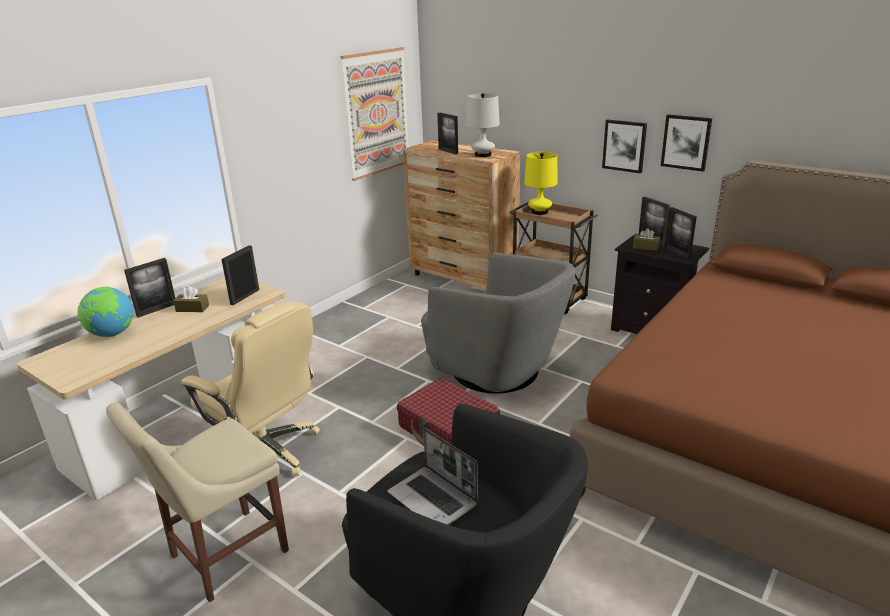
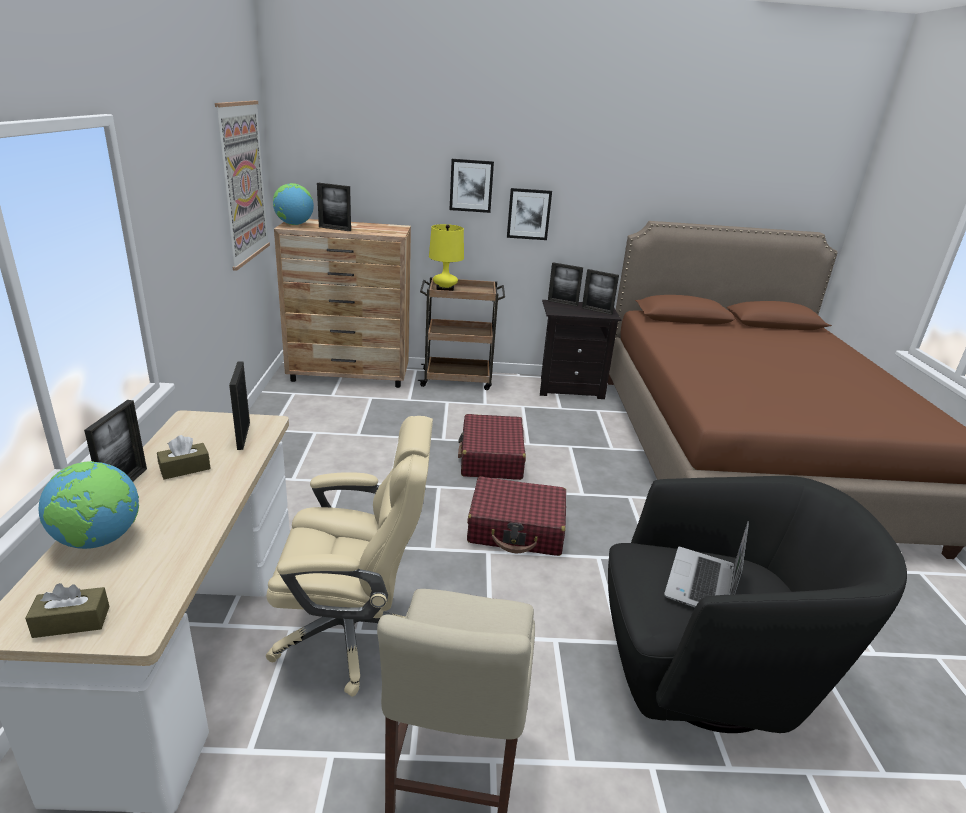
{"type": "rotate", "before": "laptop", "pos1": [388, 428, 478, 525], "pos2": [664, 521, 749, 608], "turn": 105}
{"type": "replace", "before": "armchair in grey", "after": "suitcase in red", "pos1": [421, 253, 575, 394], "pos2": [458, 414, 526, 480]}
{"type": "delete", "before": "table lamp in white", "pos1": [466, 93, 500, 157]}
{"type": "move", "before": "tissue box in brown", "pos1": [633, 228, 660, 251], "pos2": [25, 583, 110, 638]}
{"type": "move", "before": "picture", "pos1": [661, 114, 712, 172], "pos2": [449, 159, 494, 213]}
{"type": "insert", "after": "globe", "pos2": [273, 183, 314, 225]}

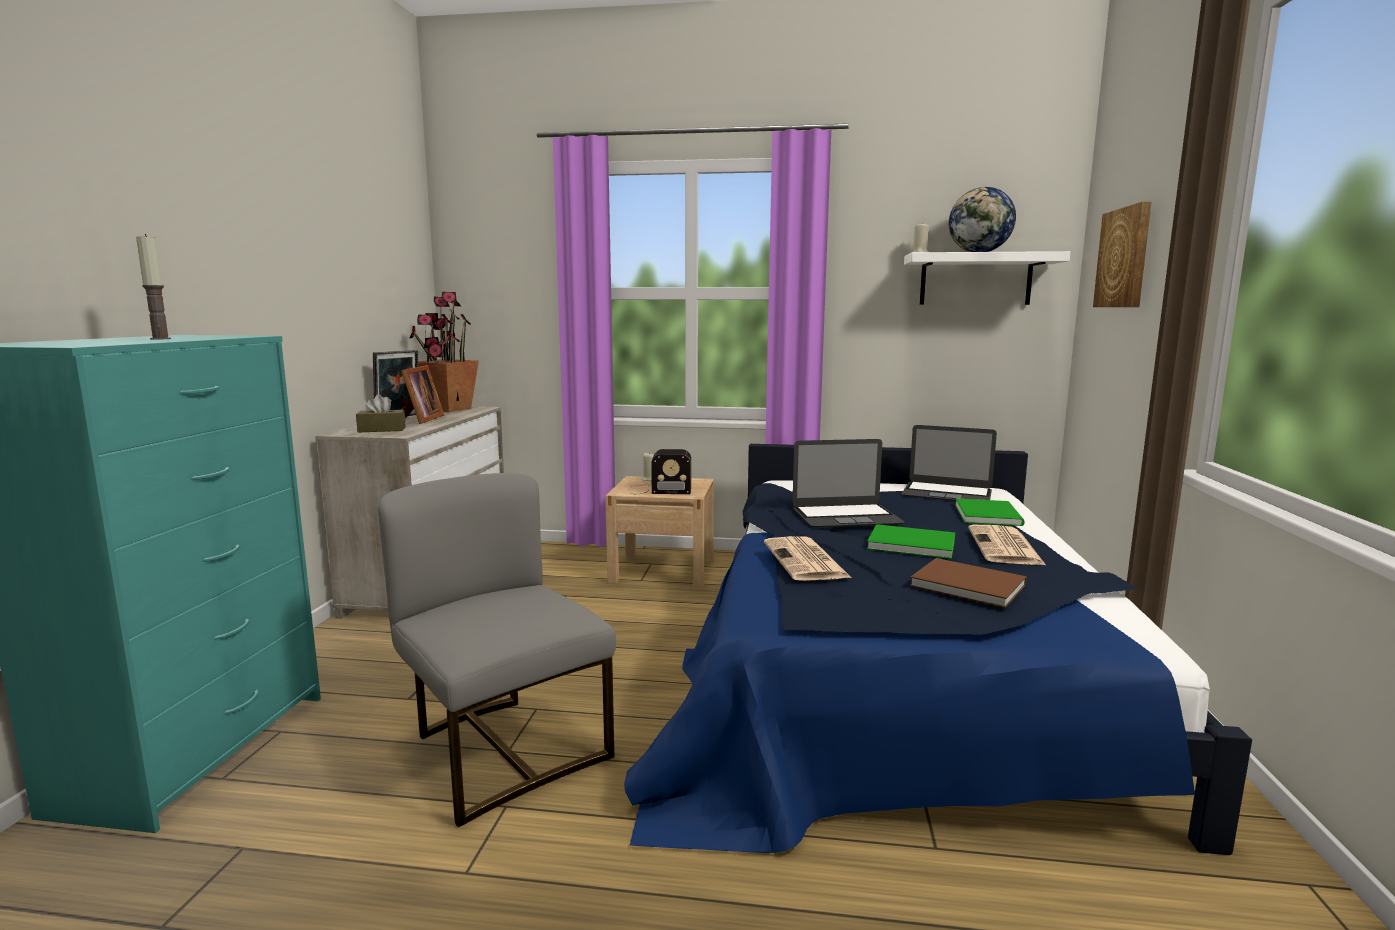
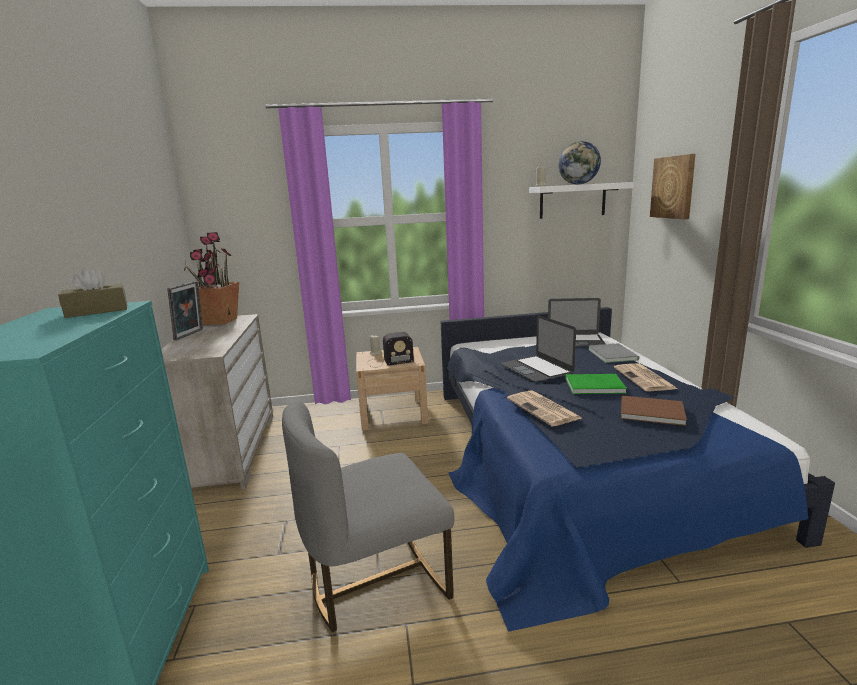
{"type": "delete", "before": "candle", "pos1": [136, 234, 171, 340]}
{"type": "move", "before": "tissue box in brown", "pos1": [356, 394, 406, 433], "pos2": [58, 267, 127, 318]}
{"type": "rotate", "before": "chair in grey", "pos1": [378, 473, 616, 827], "pos2": [282, 401, 455, 632], "turn": -60}
{"type": "delete", "before": "picture frame", "pos1": [401, 365, 444, 424]}
{"type": "rotate", "before": "laptop", "pos1": [792, 439, 904, 528], "pos2": [501, 315, 576, 382], "turn": 90}
{"type": "recolor", "before": "book in green", "after": "book in grey", "pos1": [955, 498, 1025, 526], "pos2": [588, 343, 639, 363]}

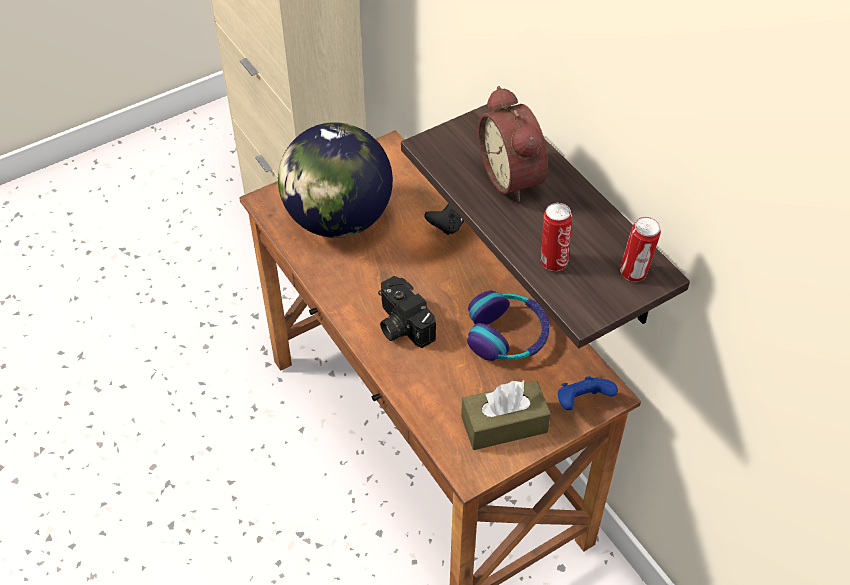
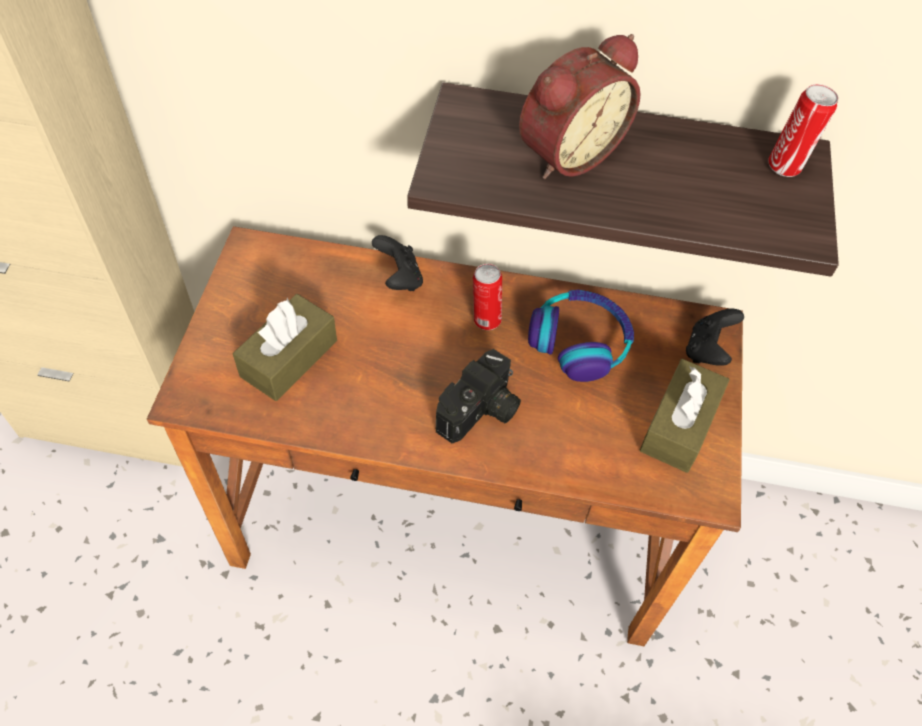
{"type": "replace", "before": "globe", "after": "tissue box in brown", "pos1": [278, 122, 393, 238], "pos2": [233, 294, 337, 401]}
{"type": "rotate", "before": "photo camera", "pos1": [378, 276, 436, 348], "pos2": [436, 349, 521, 443], "turn": -60}
{"type": "rotate", "before": "alarm clock", "pos1": [478, 86, 548, 202], "pos2": [519, 34, 640, 179], "turn": -60}
{"type": "move", "before": "can", "pos1": [541, 203, 572, 271], "pos2": [473, 264, 502, 330]}
{"type": "recolor", "before": "game controller in blue", "after": "game controller in black", "pos1": [558, 376, 618, 410], "pos2": [686, 309, 744, 366]}

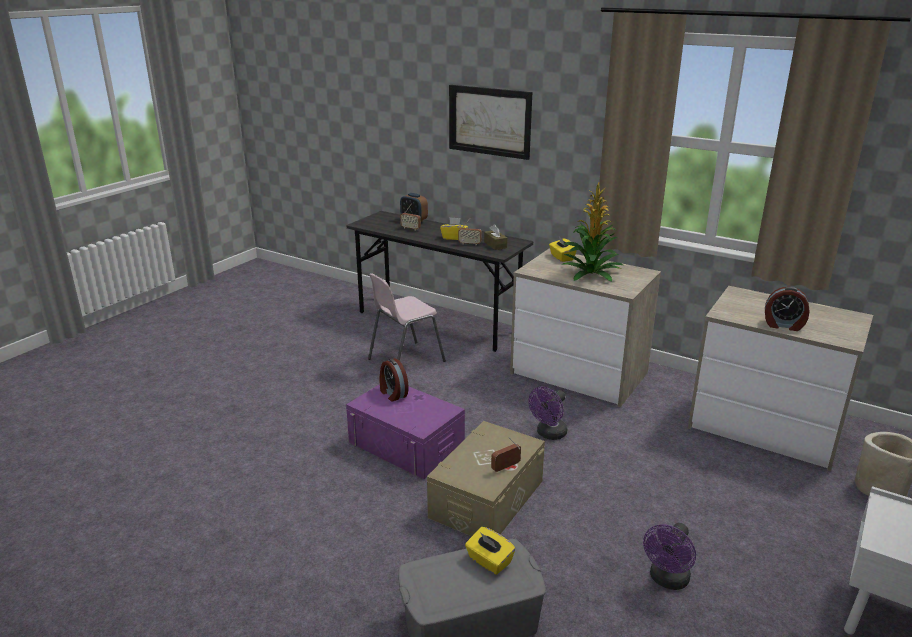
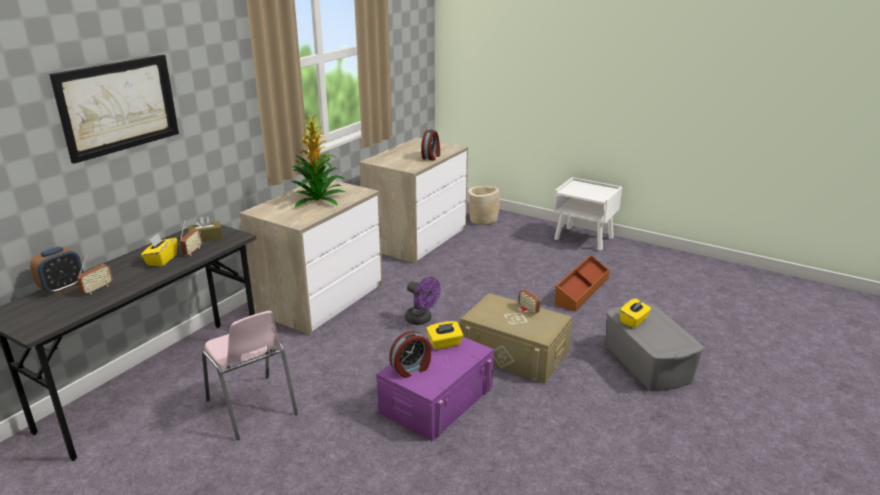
{"type": "move", "before": "tissue box in yellow", "pos1": [549, 237, 577, 262], "pos2": [426, 321, 463, 350]}
{"type": "replace", "before": "fan in purple", "after": "storage box in brown", "pos1": [643, 523, 696, 590], "pos2": [554, 255, 609, 311]}

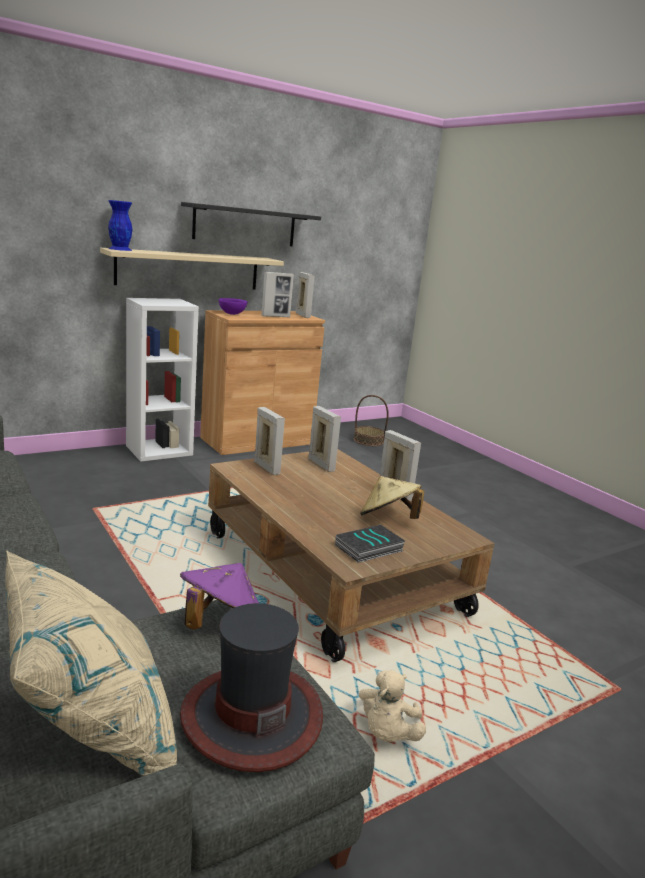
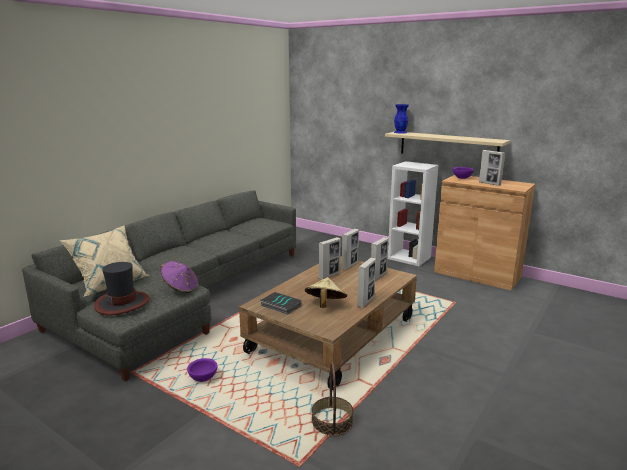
{"type": "delete", "before": "shelf in black", "pos1": [181, 202, 321, 246]}
{"type": "move", "before": "picture frame", "pos1": [296, 272, 314, 318], "pos2": [319, 237, 341, 280]}
{"type": "move", "before": "basket", "pos1": [354, 395, 389, 446], "pos2": [312, 362, 353, 436]}
{"type": "replace", "before": "plush toy in beige", "after": "bowl in purple", "pos1": [359, 670, 426, 742], "pos2": [187, 358, 217, 382]}

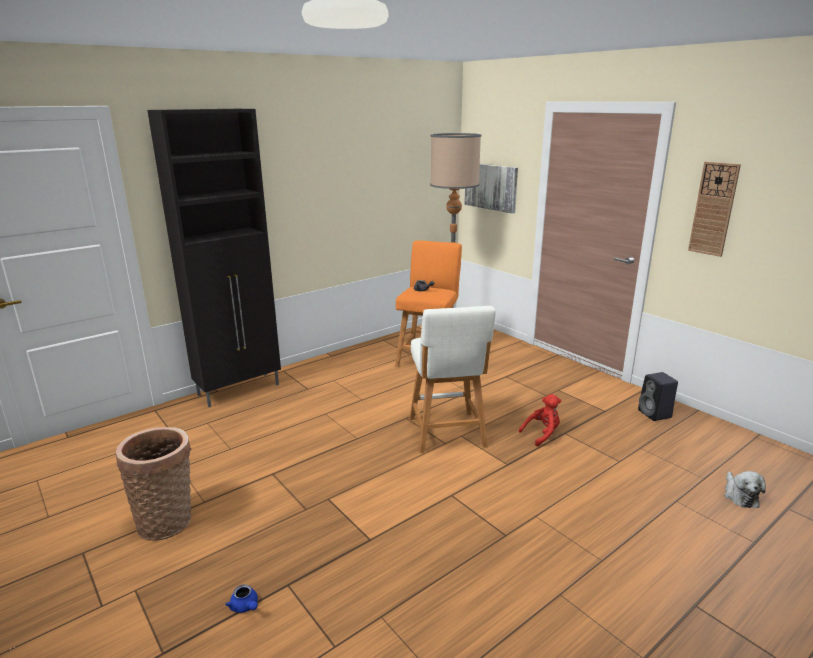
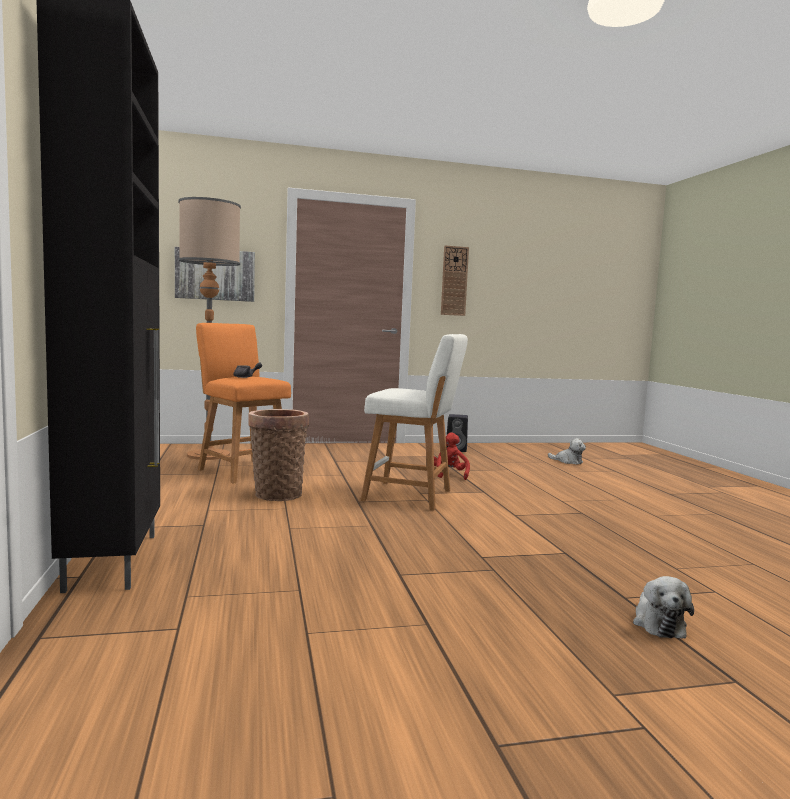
{"type": "move", "before": "basket", "pos1": [116, 427, 191, 541], "pos2": [248, 409, 309, 501]}
{"type": "replace", "before": "teapot in blue", "after": "plush toy", "pos1": [225, 584, 258, 613], "pos2": [633, 576, 694, 639]}

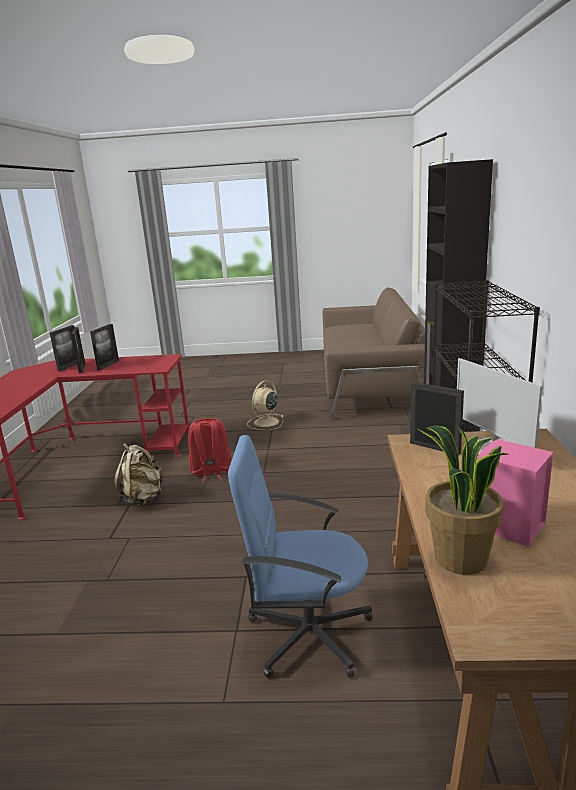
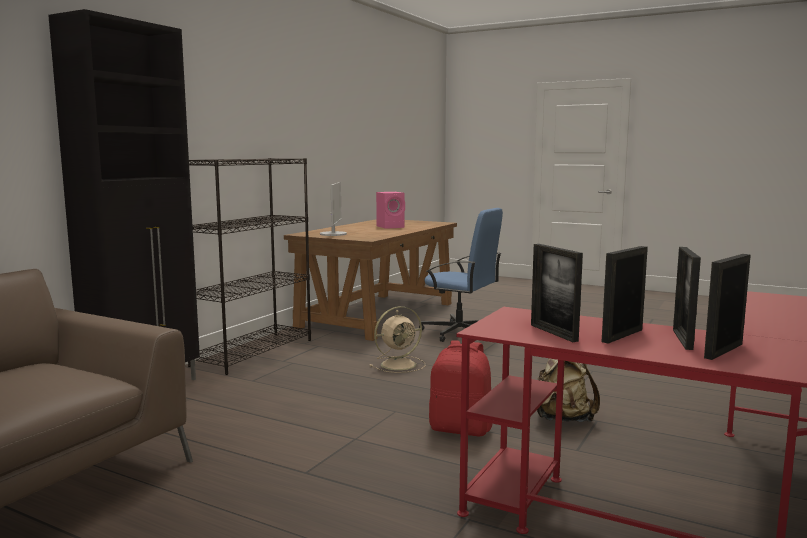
{"type": "move", "before": "fan in beige", "pos1": [247, 380, 283, 430], "pos2": [370, 306, 425, 373]}
{"type": "move", "before": "picture frame", "pos1": [410, 382, 464, 455], "pos2": [531, 244, 583, 342]}
{"type": "delete", "before": "potted plant", "pos1": [418, 426, 509, 575]}

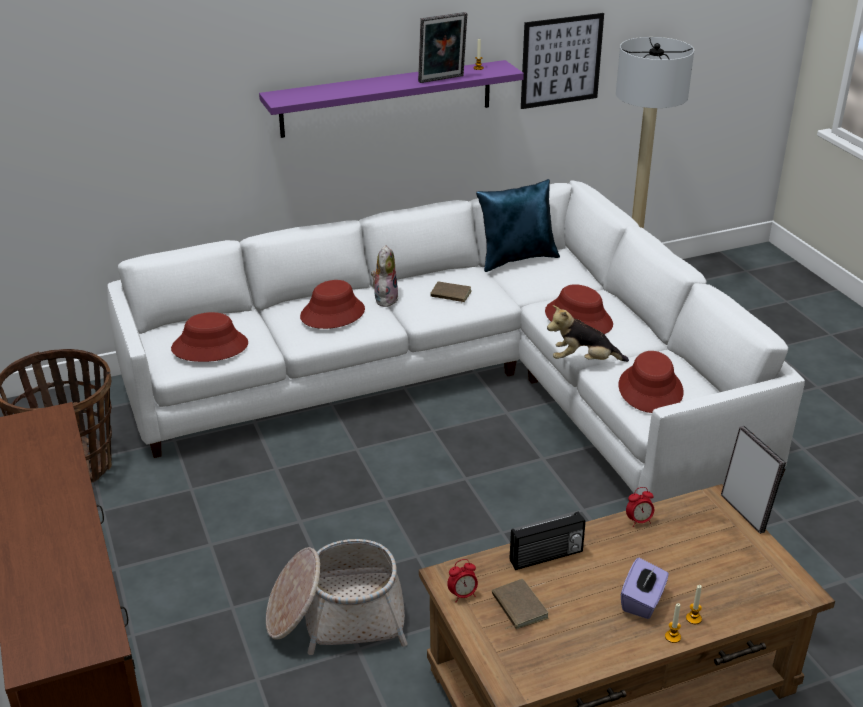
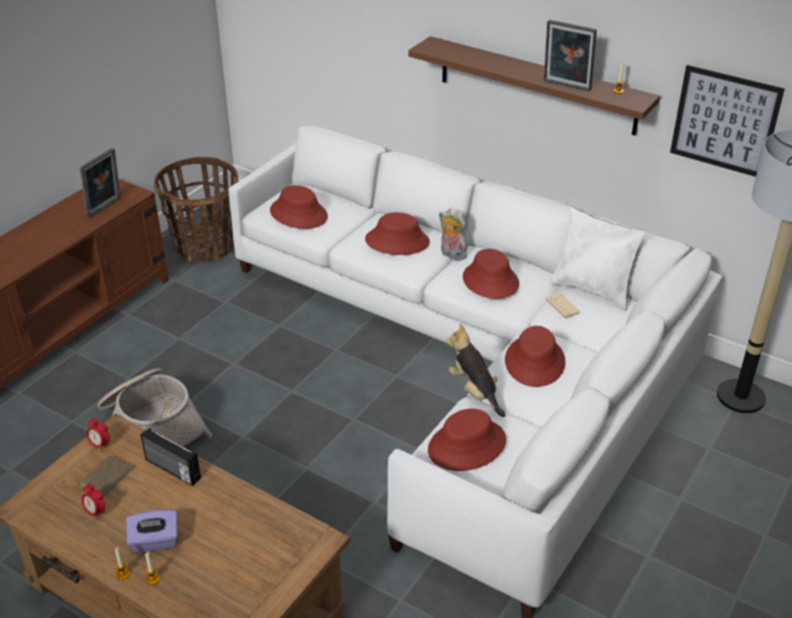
{"type": "recolor", "before": "shelf in purple", "after": "shelf in brown", "pos1": [259, 60, 524, 138], "pos2": [408, 36, 660, 136]}
{"type": "rotate", "before": "plush toy", "pos1": [371, 245, 398, 307], "pos2": [439, 207, 467, 261], "turn": -120}
{"type": "replace", "before": "book in brown", "after": "hat in red", "pos1": [430, 282, 472, 303], "pos2": [463, 249, 519, 299]}
{"type": "recolor", "before": "pillow in blue", "after": "pillow in white", "pos1": [476, 179, 560, 272], "pos2": [549, 207, 647, 311]}
{"type": "move", "before": "alarm clock", "pos1": [626, 487, 654, 527], "pos2": [81, 483, 105, 520]}
{"type": "move", "before": "picture frame", "pos1": [721, 426, 786, 534], "pos2": [80, 148, 120, 218]}
{"type": "insert", "after": "game controller in beige", "pos2": [546, 293, 580, 318]}

